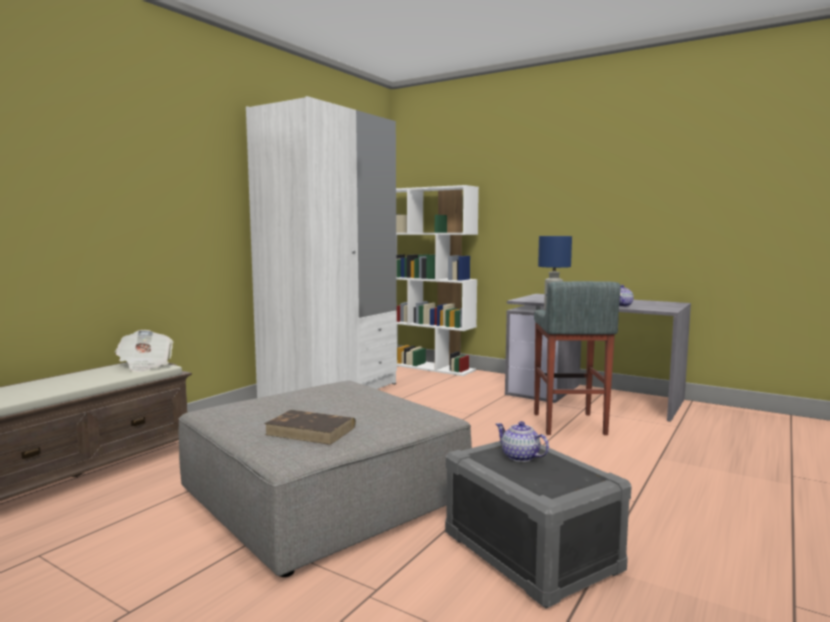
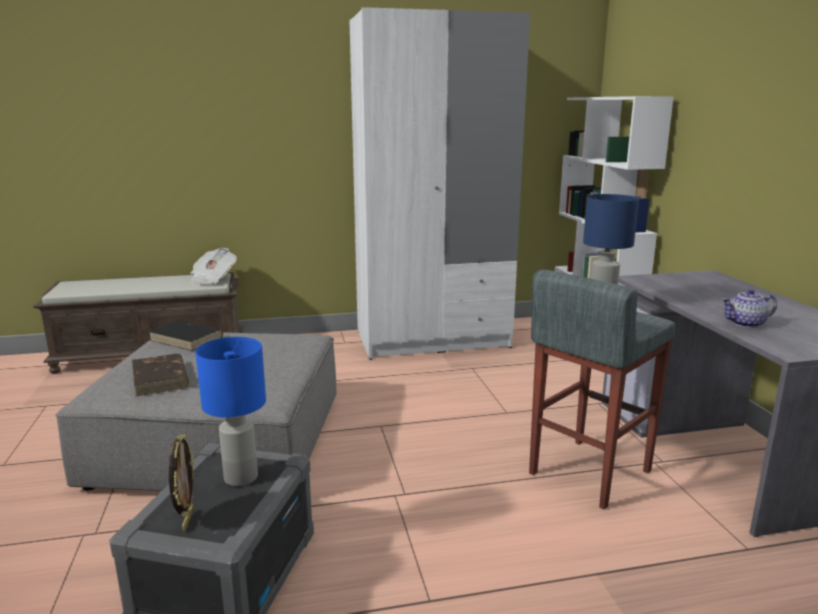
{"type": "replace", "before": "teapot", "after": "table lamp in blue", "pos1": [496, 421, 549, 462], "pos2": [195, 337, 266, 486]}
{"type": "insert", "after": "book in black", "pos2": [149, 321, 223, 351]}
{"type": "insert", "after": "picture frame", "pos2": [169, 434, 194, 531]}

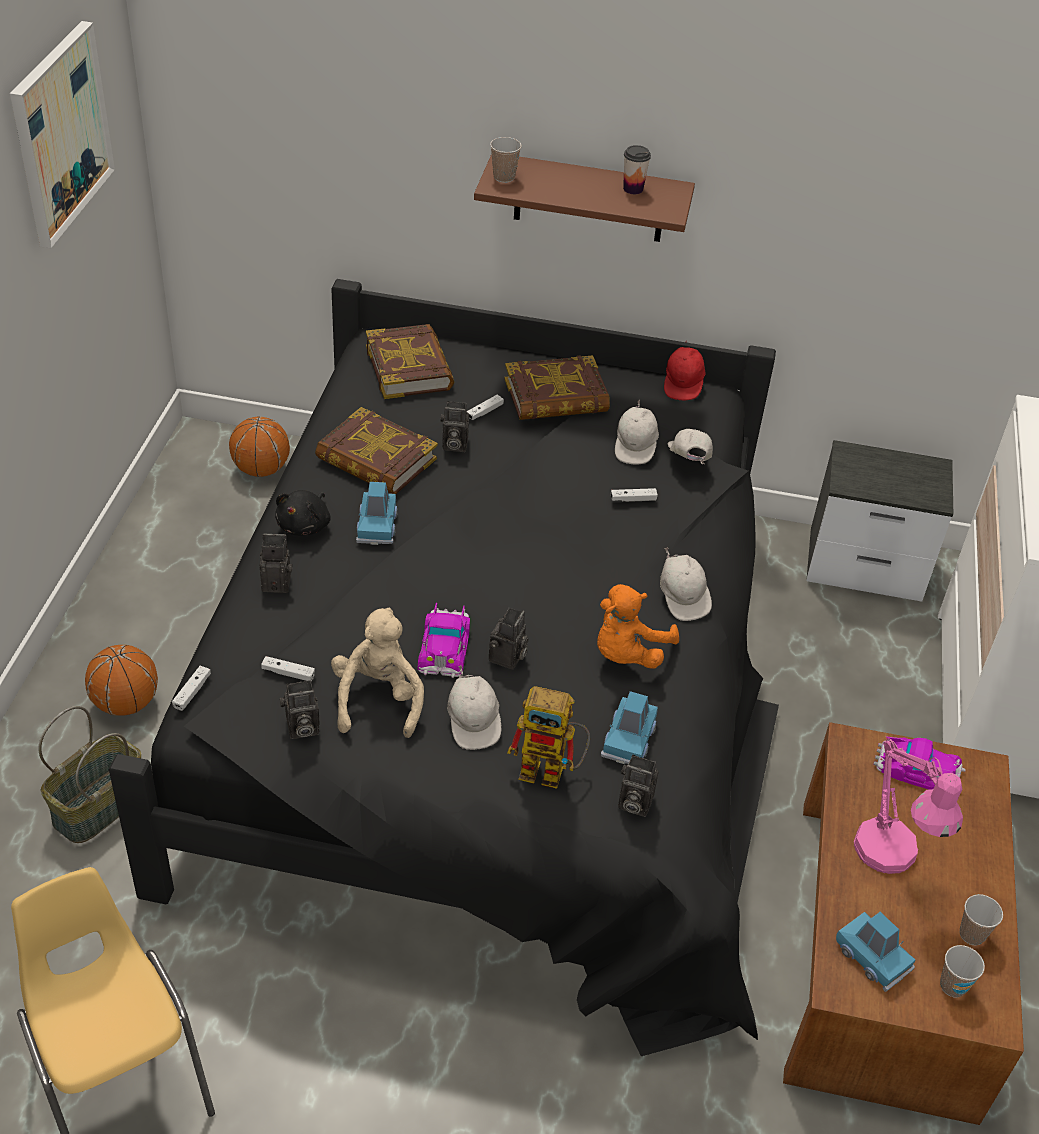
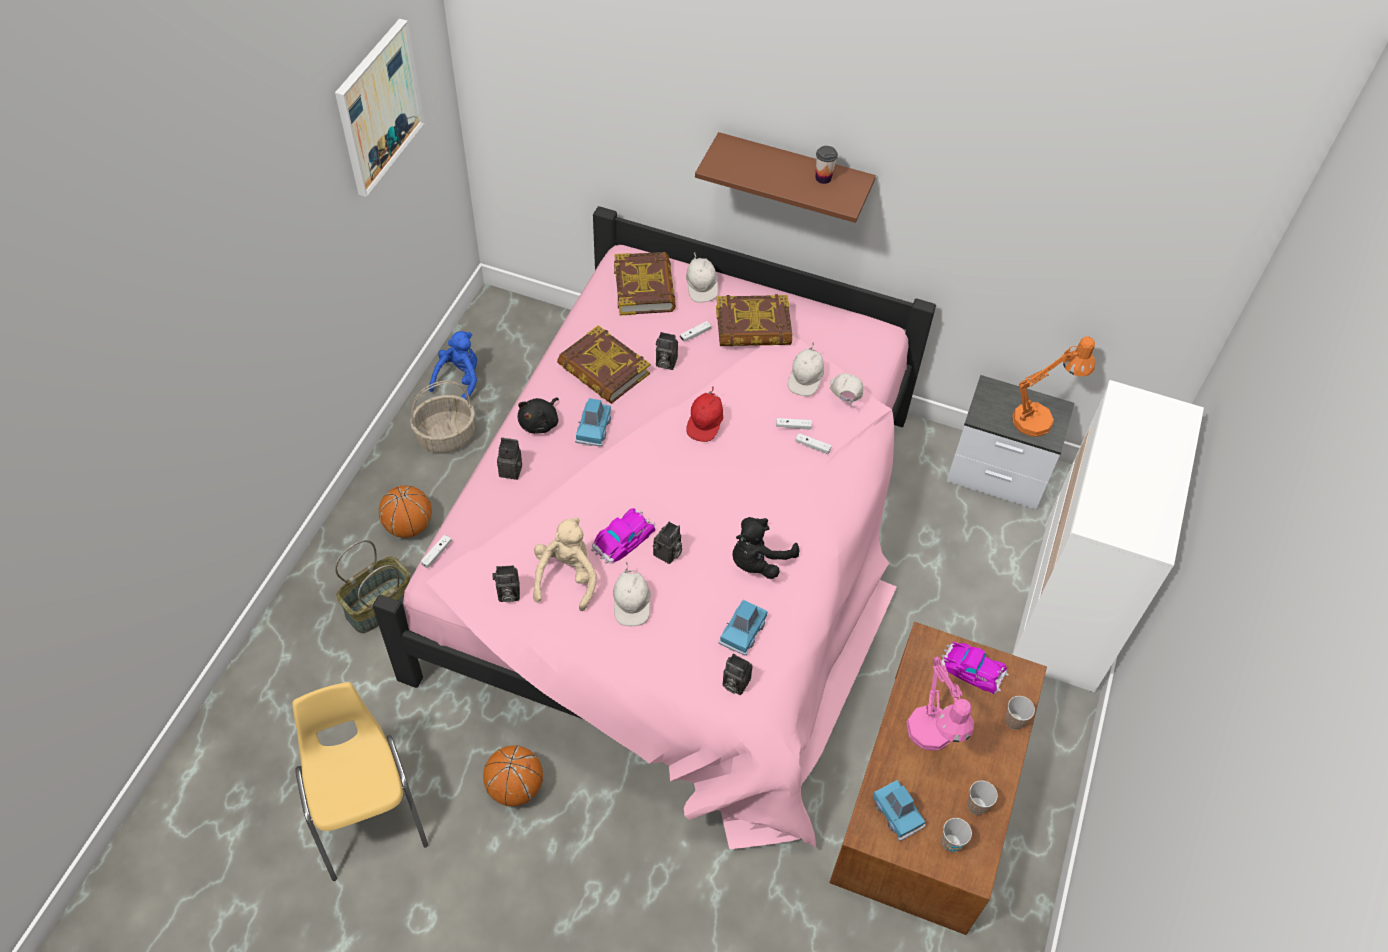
{"type": "recolor", "before": "bed in black", "after": "bed in pink", "pos1": [109, 279, 779, 1056], "pos2": [372, 206, 936, 850]}
{"type": "move", "before": "basketball", "pos1": [229, 416, 290, 477], "pos2": [483, 745, 543, 806]}
{"type": "move", "before": "game controller in white", "pos1": [261, 656, 315, 681], "pos2": [795, 433, 831, 454]}
{"type": "rotate", "before": "toy car", "pos1": [418, 603, 470, 678], "pos2": [591, 508, 655, 564], "turn": -150}
{"type": "move", "before": "cup", "pos1": [490, 137, 522, 183], "pos2": [1005, 696, 1035, 730]}
{"type": "delete", "before": "toy robot", "pos1": [507, 686, 590, 789]}
{"type": "recolor", "before": "plush toy in orange", "after": "plush toy in black", "pos1": [597, 584, 679, 669], "pos2": [732, 517, 799, 579]}
{"type": "move", "before": "cap in white", "pos1": [660, 547, 712, 621], "pos2": [686, 253, 718, 303]}
{"type": "move", "before": "cap in red", "pos1": [664, 340, 706, 400], "pos2": [686, 386, 723, 442]}
{"type": "insert", "after": "basket", "pos2": [410, 381, 475, 453]}
{"type": "insert", "after": "plush toy in blue", "pos2": [429, 331, 477, 400]}
{"type": "insert", "after": "table lamp in orange", "pos2": [1013, 336, 1095, 437]}

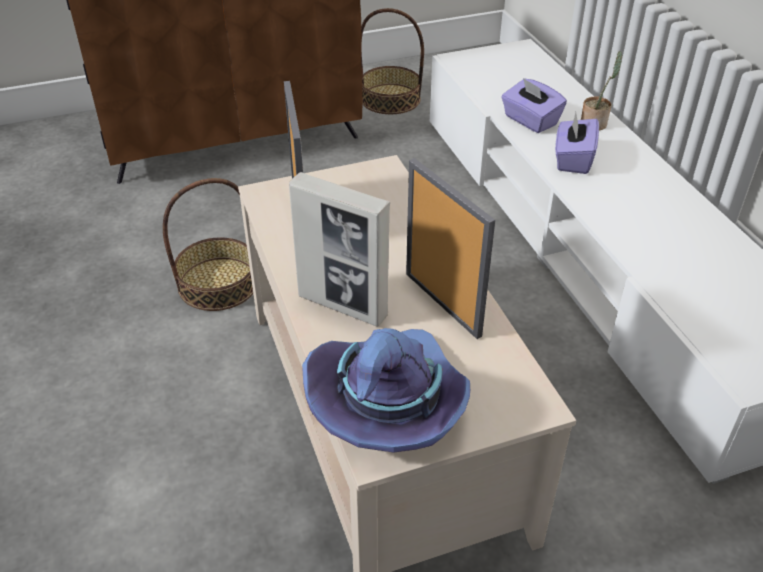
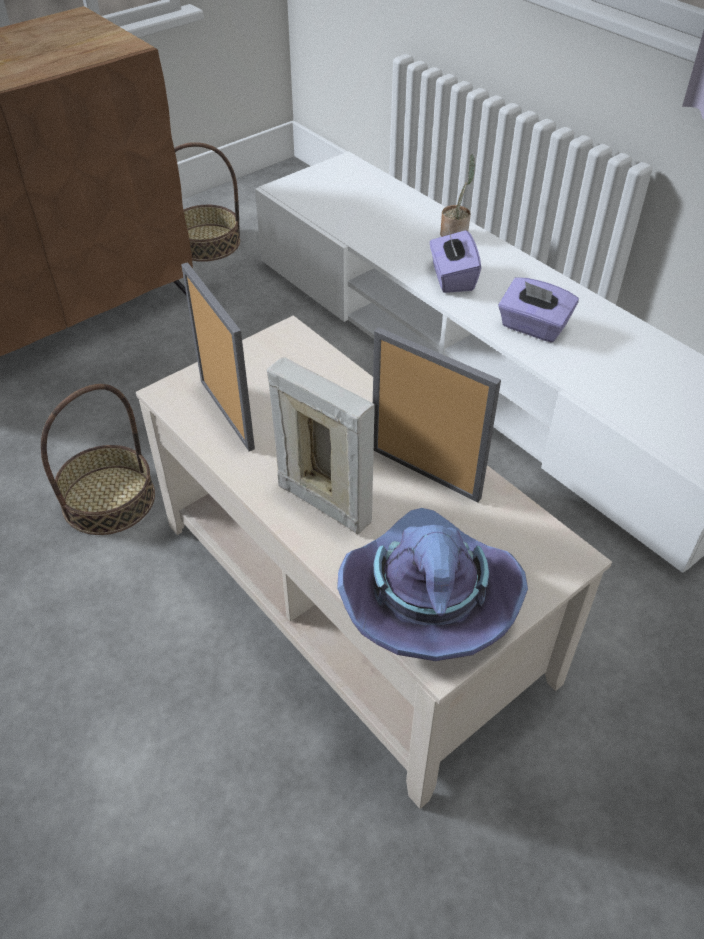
{"type": "rotate", "before": "picture frame", "pos1": [289, 172, 390, 327], "pos2": [267, 357, 375, 534], "turn": -150}
{"type": "move", "before": "tissue box in purple", "pos1": [502, 78, 567, 133], "pos2": [498, 277, 579, 343]}

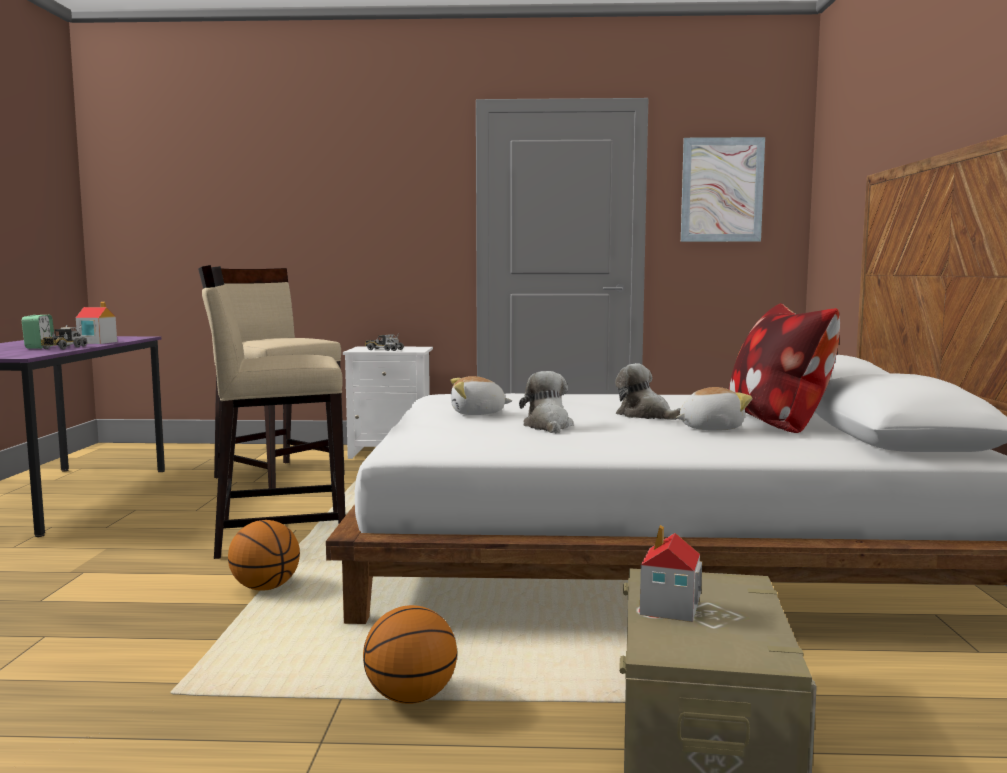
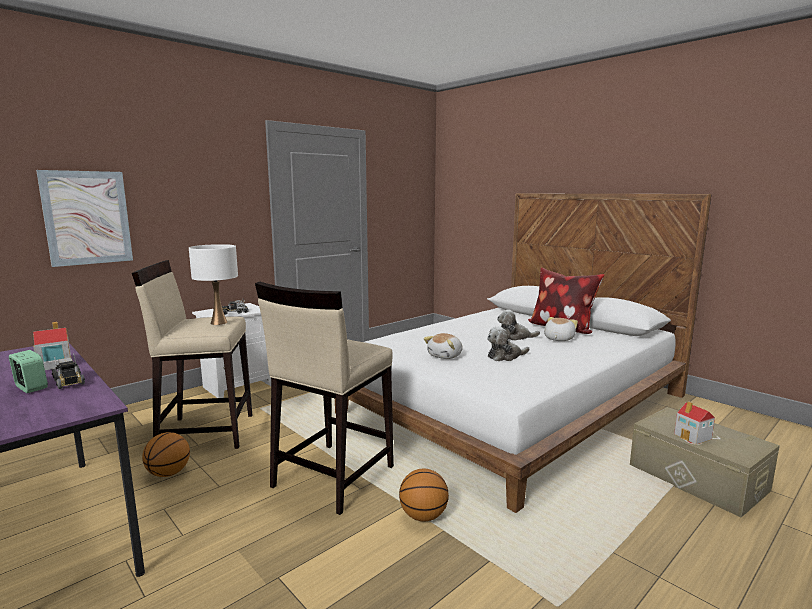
{"type": "move", "before": "basketball", "pos1": [363, 605, 457, 704], "pos2": [142, 432, 190, 477]}
{"type": "rotate", "before": "plush toy", "pos1": [519, 371, 573, 433], "pos2": [487, 327, 529, 361], "turn": -60}
{"type": "move", "before": "picture", "pos1": [681, 137, 765, 242], "pos2": [36, 170, 133, 267]}
{"type": "insert", "after": "table lamp in white", "pos2": [189, 244, 238, 325]}

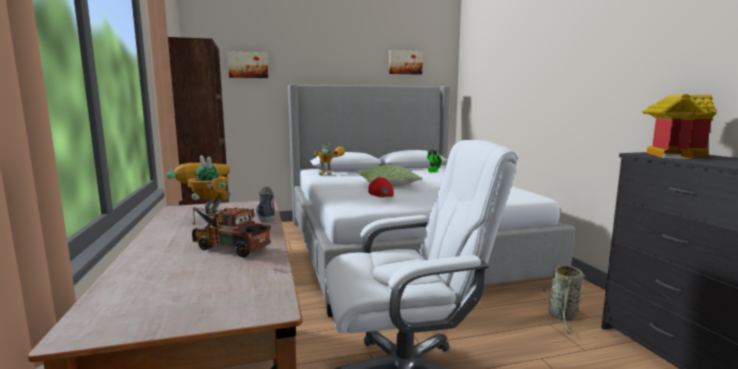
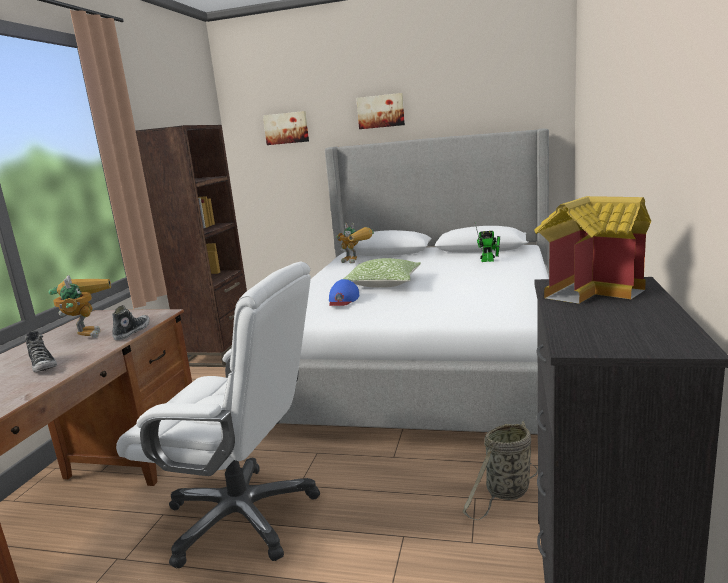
{"type": "replace", "before": "toy truck", "after": "shoe", "pos1": [192, 207, 271, 257], "pos2": [25, 331, 57, 372]}
{"type": "recolor", "before": "cap in red", "after": "cap in blue", "pos1": [368, 177, 394, 197], "pos2": [329, 279, 359, 306]}
{"type": "move", "before": "picture", "pos1": [389, 50, 423, 75], "pos2": [356, 93, 405, 129]}

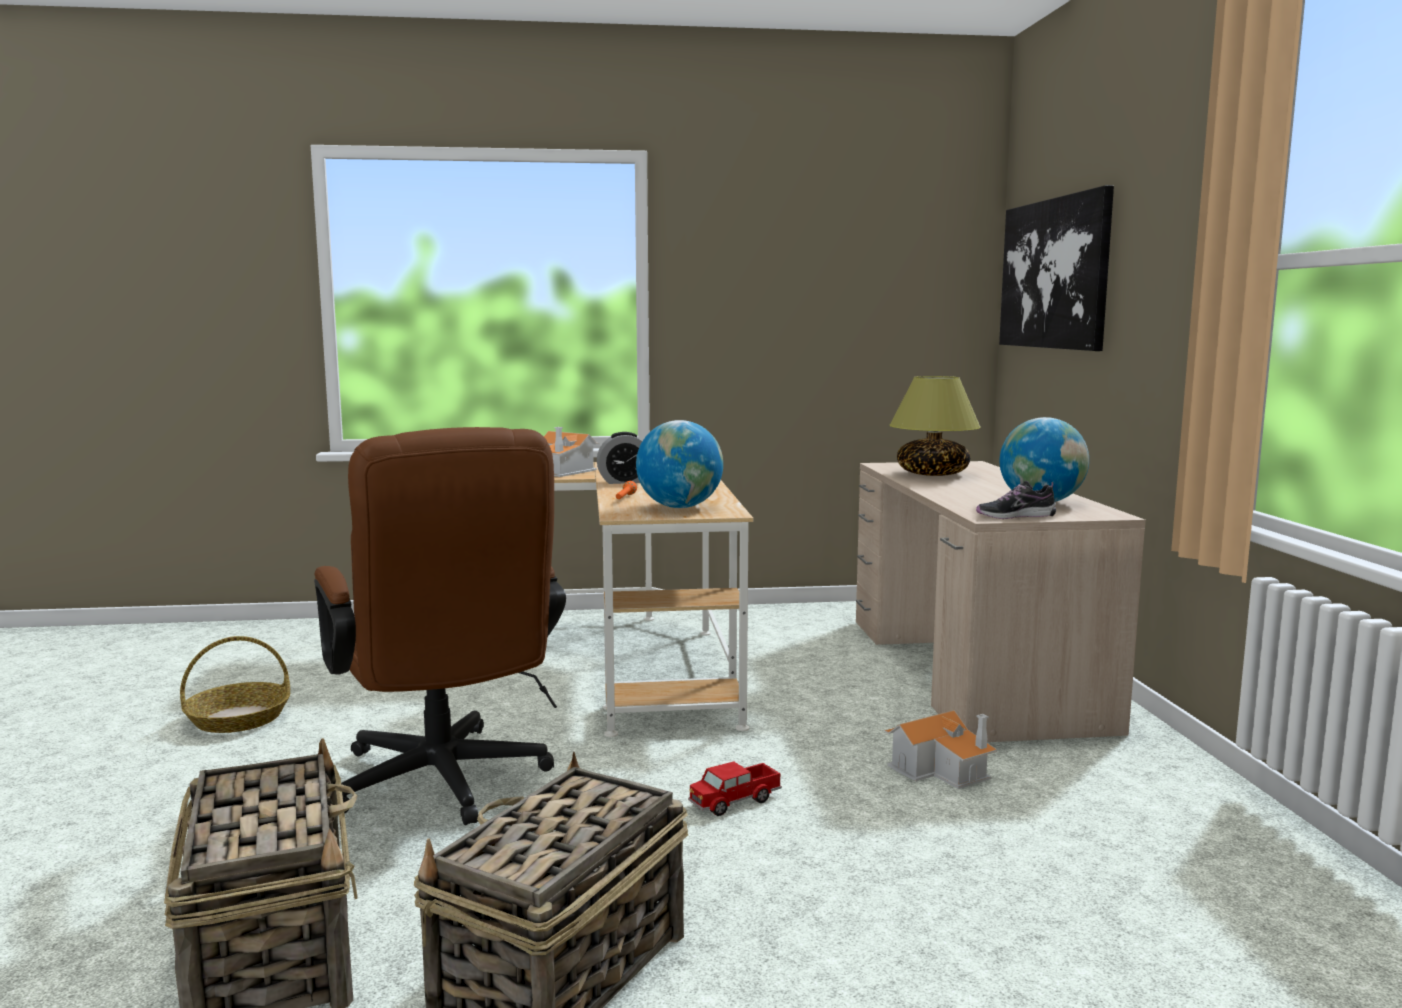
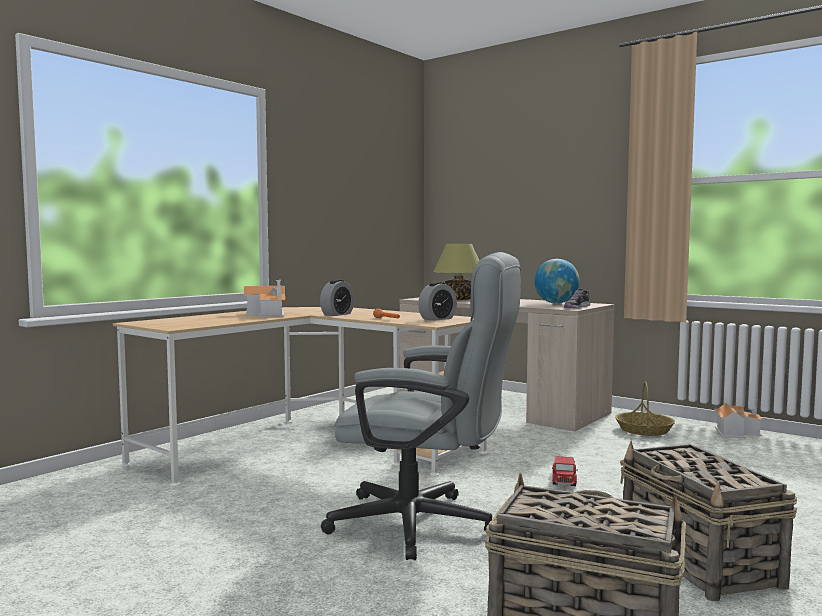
{"type": "move", "before": "basket", "pos1": [180, 636, 290, 733], "pos2": [615, 382, 675, 436]}
{"type": "recolor", "before": "office chair in brown", "after": "office chair in grey", "pos1": [314, 427, 566, 825], "pos2": [321, 252, 521, 560]}
{"type": "replace", "before": "globe", "after": "alarm clock", "pos1": [636, 420, 723, 508], "pos2": [418, 282, 457, 321]}
{"type": "move", "before": "toy house", "pos1": [884, 710, 997, 789], "pos2": [714, 399, 764, 438]}
{"type": "delete", "before": "picture", "pos1": [999, 185, 1114, 351]}

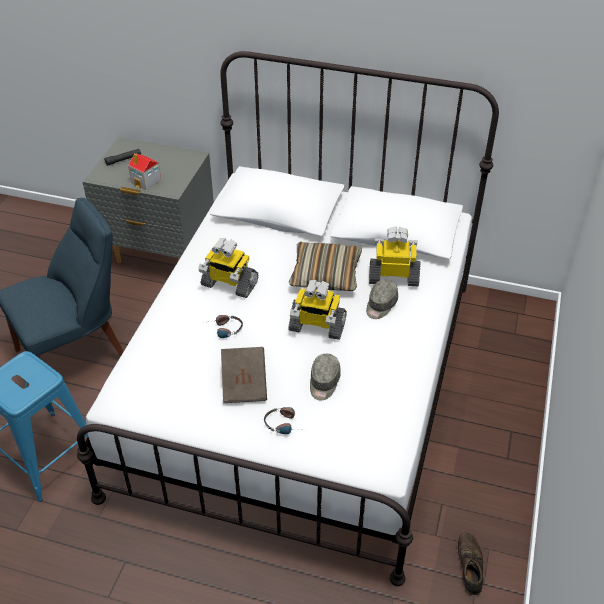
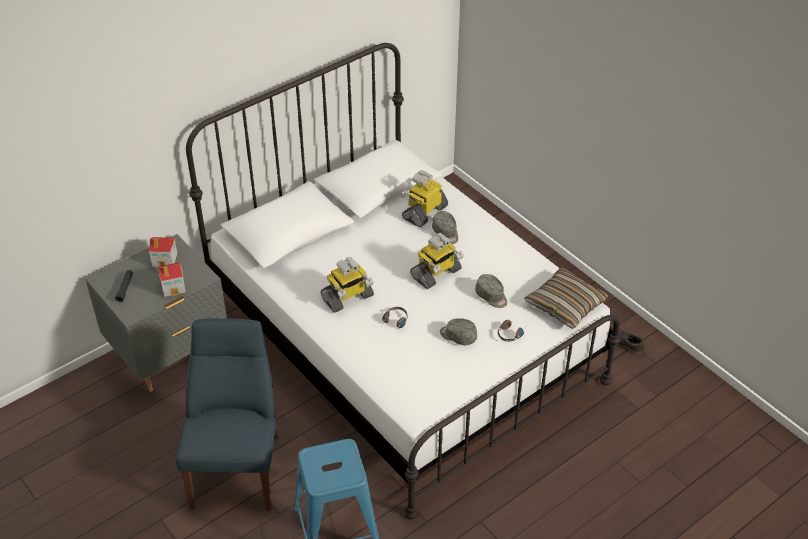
{"type": "replace", "before": "book in brown", "after": "cap in grey", "pos1": [221, 347, 267, 403], "pos2": [440, 318, 477, 345]}
{"type": "move", "before": "pillow", "pos1": [289, 242, 362, 291], "pos2": [524, 267, 609, 329]}
{"type": "insert", "after": "toy house", "pos2": [149, 237, 178, 267]}

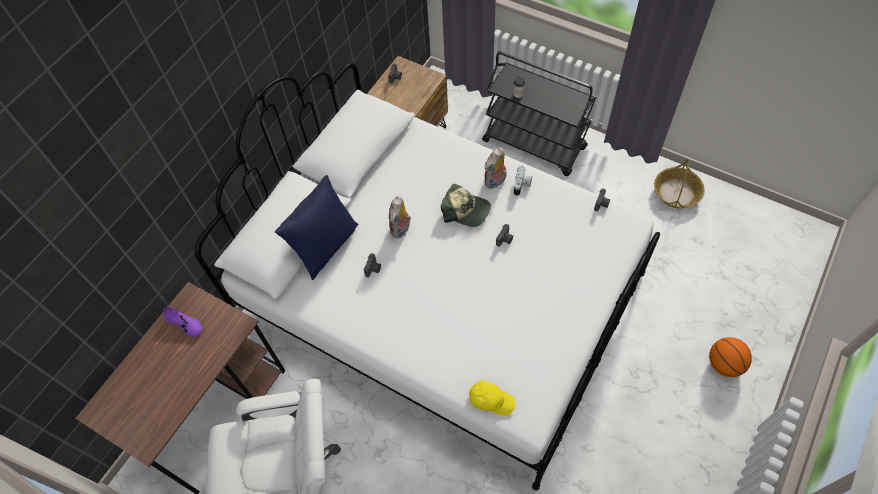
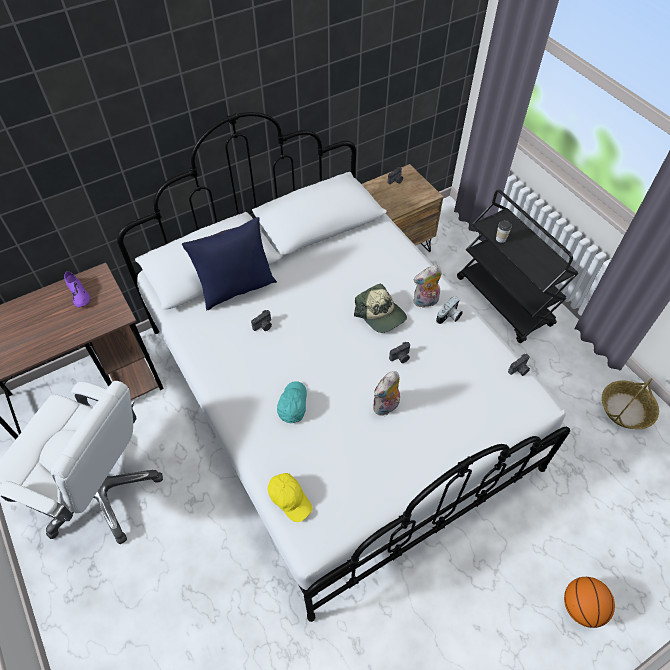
{"type": "move", "before": "plush toy", "pos1": [389, 196, 411, 238], "pos2": [373, 371, 400, 416]}
{"type": "insert", "after": "cap in turquoise", "pos2": [277, 381, 307, 423]}

